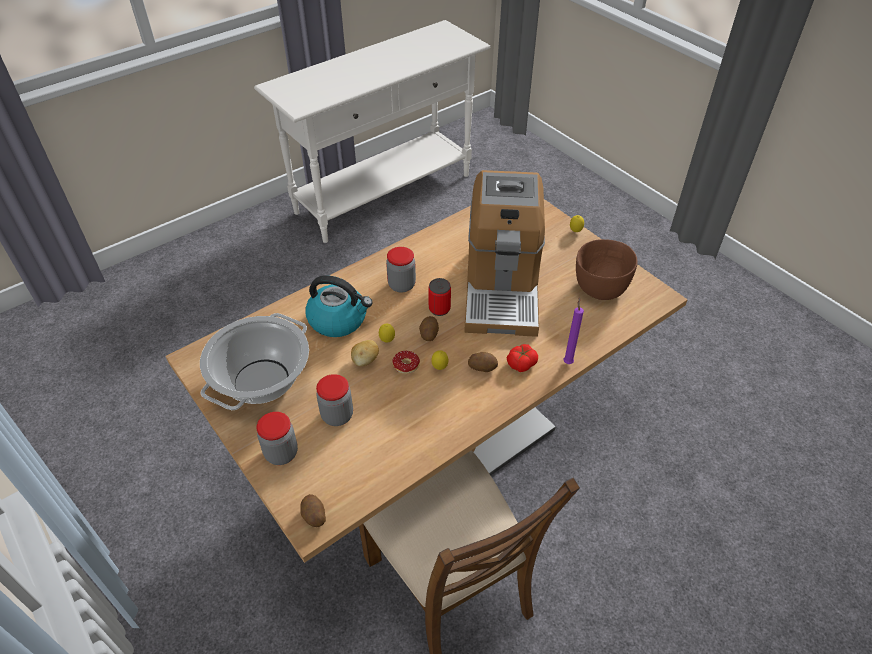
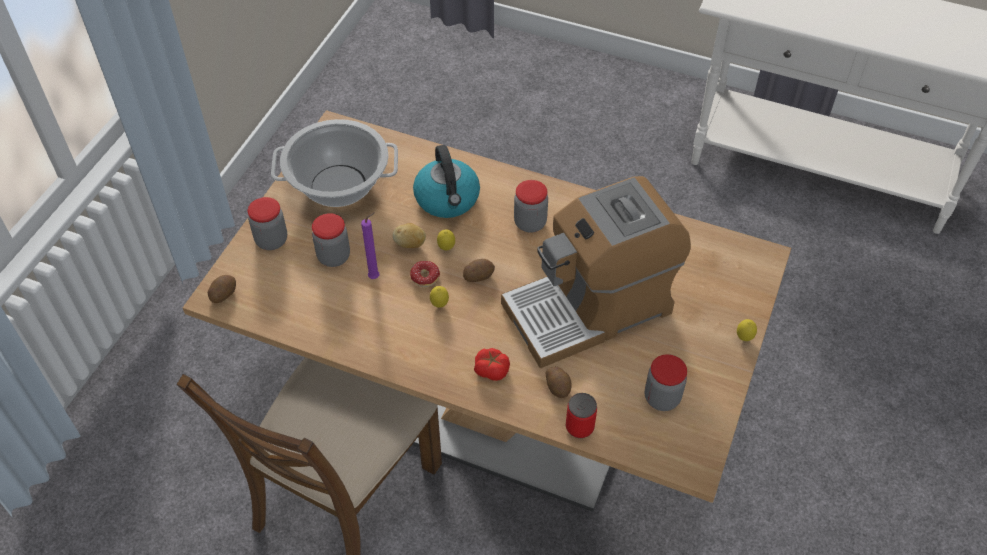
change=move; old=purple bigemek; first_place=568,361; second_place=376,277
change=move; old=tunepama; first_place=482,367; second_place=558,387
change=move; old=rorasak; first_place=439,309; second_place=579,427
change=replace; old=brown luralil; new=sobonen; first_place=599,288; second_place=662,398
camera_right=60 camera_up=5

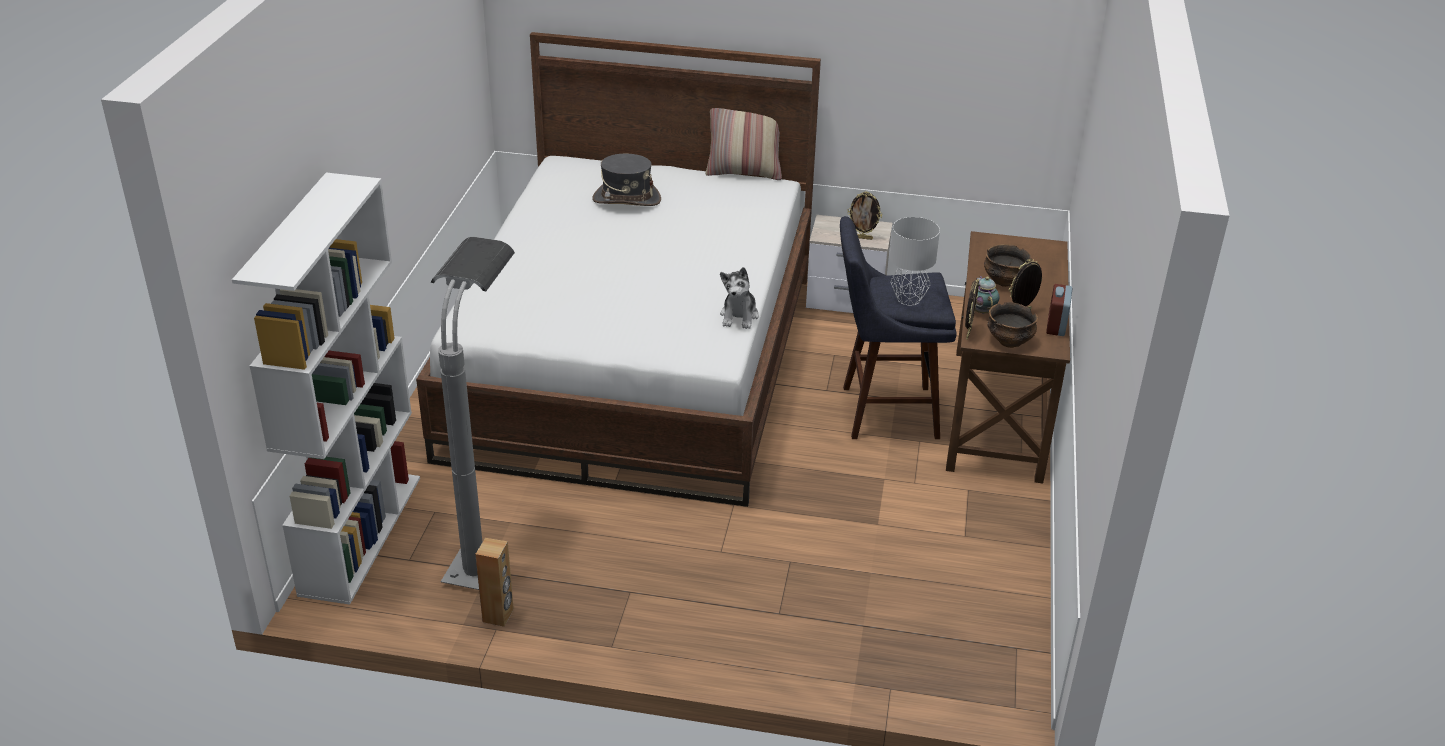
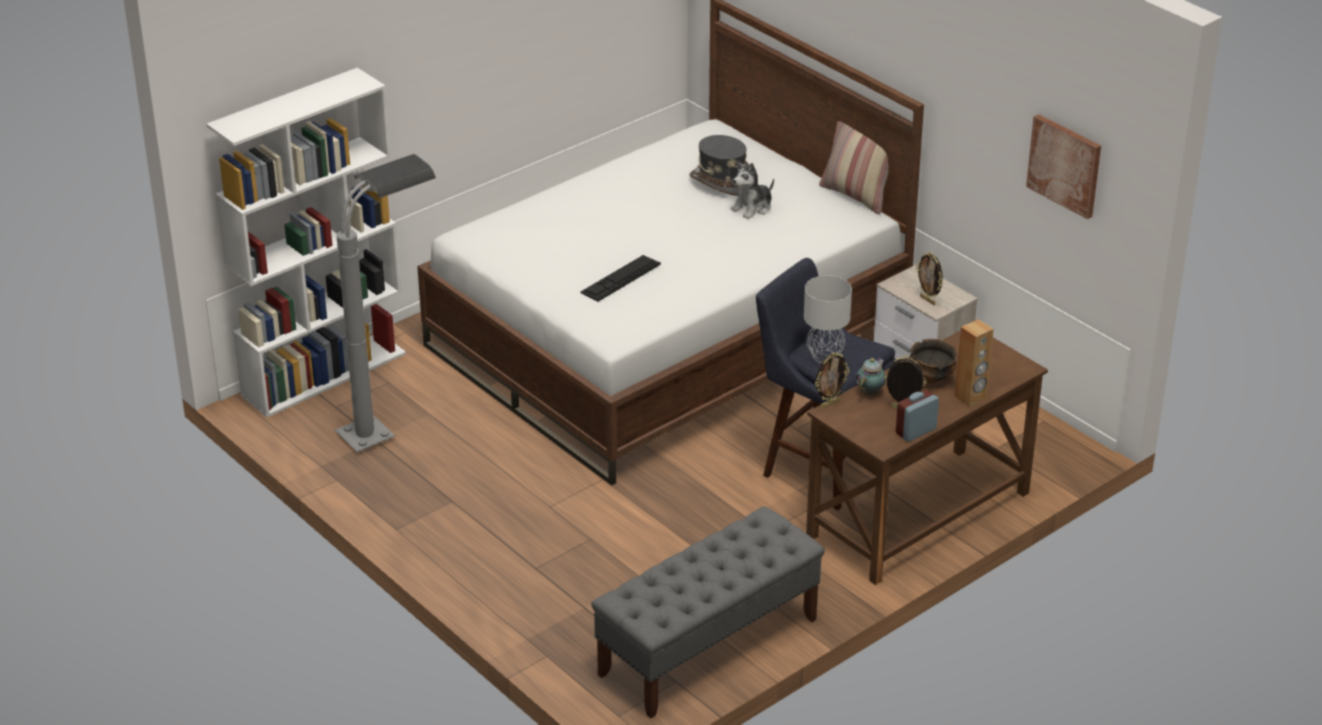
change=insert; new=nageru; second_place=620,278
change=insert; new=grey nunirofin; second_place=708,647
change=move; old=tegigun; first_place=739,316; second_place=753,208
change=move; old=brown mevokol; first_place=498,615; second_place=971,397
change=insert; new=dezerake; second_place=1065,165
change=delete; old=luralil; first_place=1009,341
camera_right=40 camera_up=0

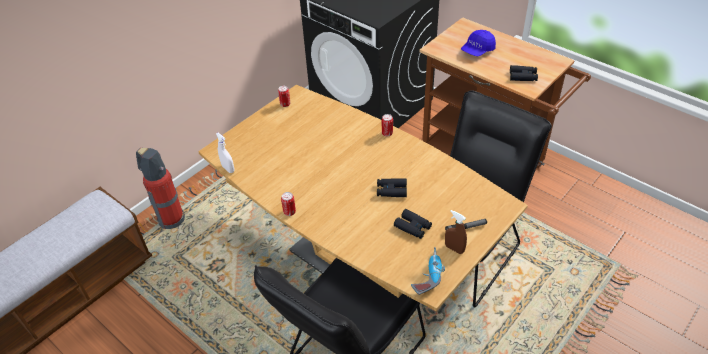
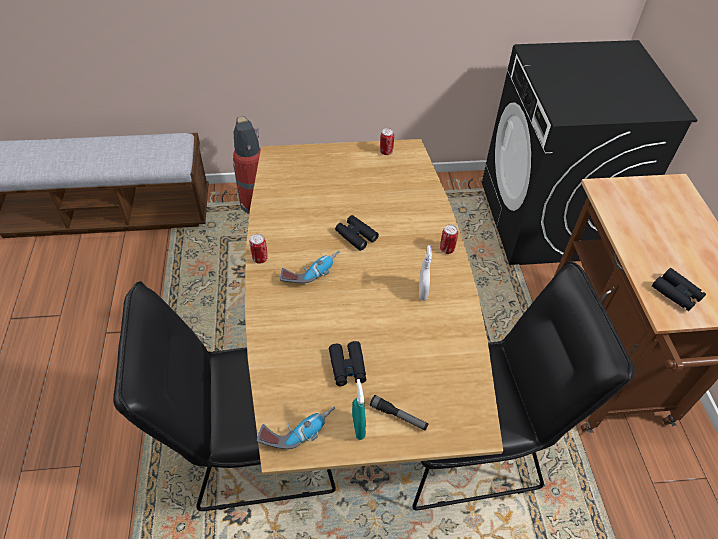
change=insert; new=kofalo; second_place=311,271
change=move; old=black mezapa; first_place=391,190; second_place=356,236
change=recolor; old=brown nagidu; new=turquoise nagidu; first_place=454,249; second_place=358,427
change=move; old=white nagidu; first_place=228,169; second_place=422,292
change=delete; old=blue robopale; first_place=477,50
camera_right=40 camera_up=5

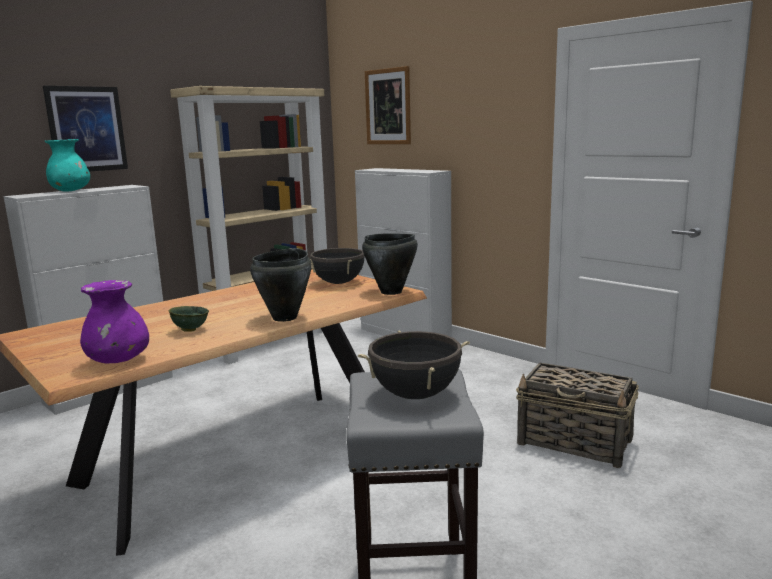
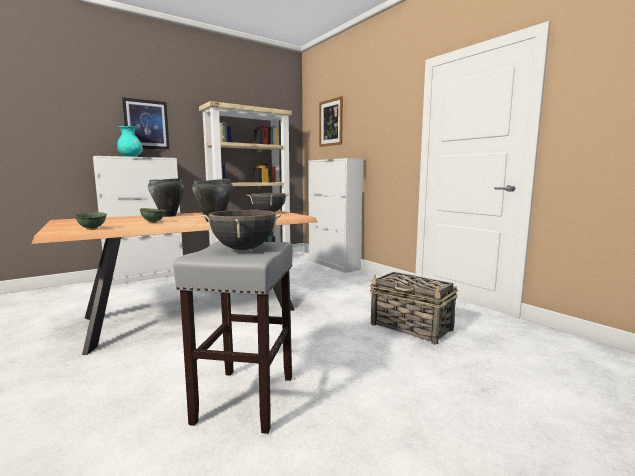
change=replace; old=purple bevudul; new=green luralil; first_place=119,361; second_place=92,229
change=move; old=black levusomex; first_place=391,292; second_place=168,216
camera_right=10 camera_up=-5

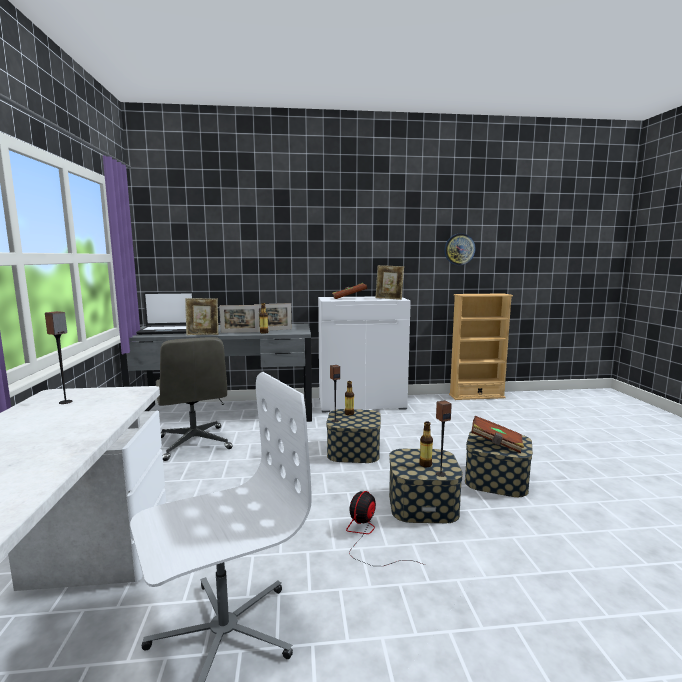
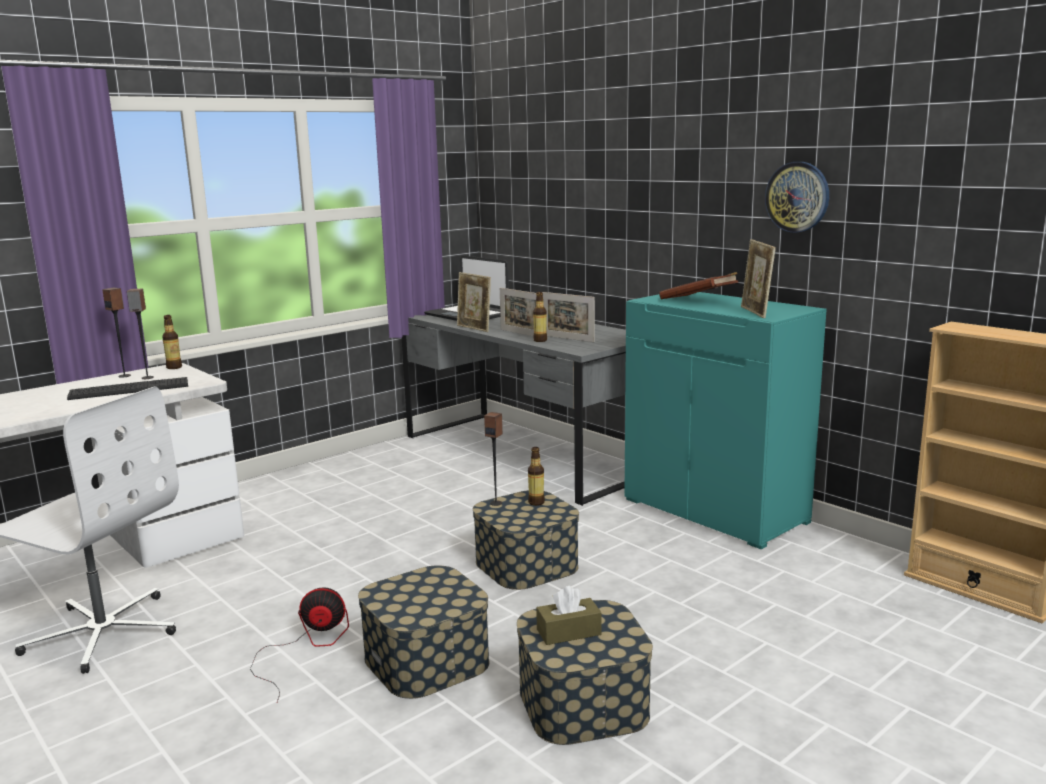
change=insert; new=nageru; second_place=128,389
change=move; old=mevokol; first_place=440,474; second_place=125,376
change=move; old=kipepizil; first_place=425,464; second_place=174,367
change=replace; old=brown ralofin; new=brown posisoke; first_place=496,444; second_place=568,632
change=recolor; old=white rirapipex; new=turquoise rirapipex; first_place=362,403; second_place=716,510
change=move; old=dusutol; first_place=459,249; second_place=797,197
change=delete; old=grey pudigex; first_place=194,443
camera_right=55 camera_up=5

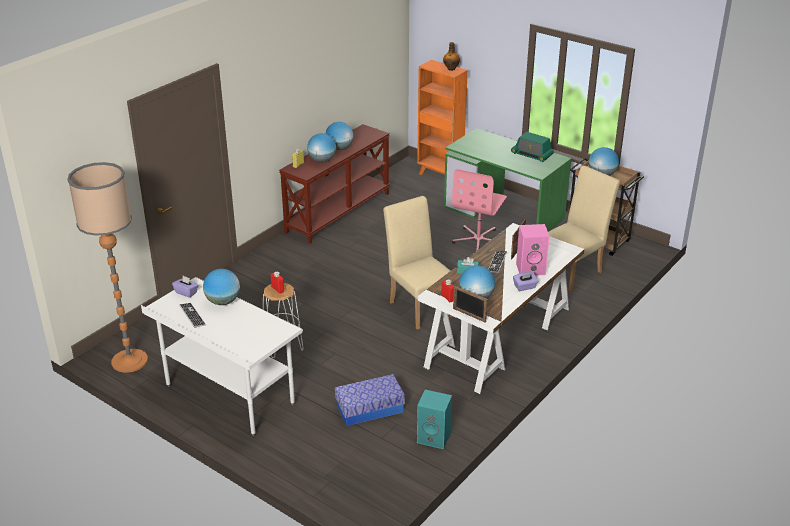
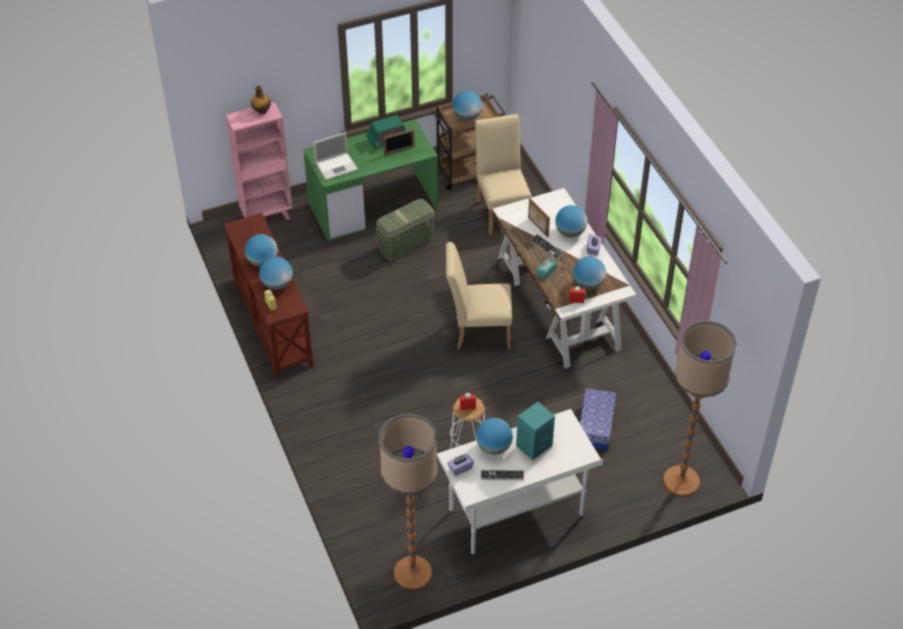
change=recolor; old=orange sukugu; new=pink sukugu; first_place=440,175; second_place=267,216
change=insert; new=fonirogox; second_place=337,166
change=replace; old=pink pudigex; new=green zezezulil; first_place=478,240; second_place=406,245
change=move; old=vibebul; first_place=469,315; second_place=399,150
change=move; old=turquoise mevokol; first_place=434,437; second_place=534,444
change=replace; old=pink mevokol; new=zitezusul; first_place=531,268; second_place=570,232
change=insert; new=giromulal; second_place=681,481
camera_right=-60 camera_up=15

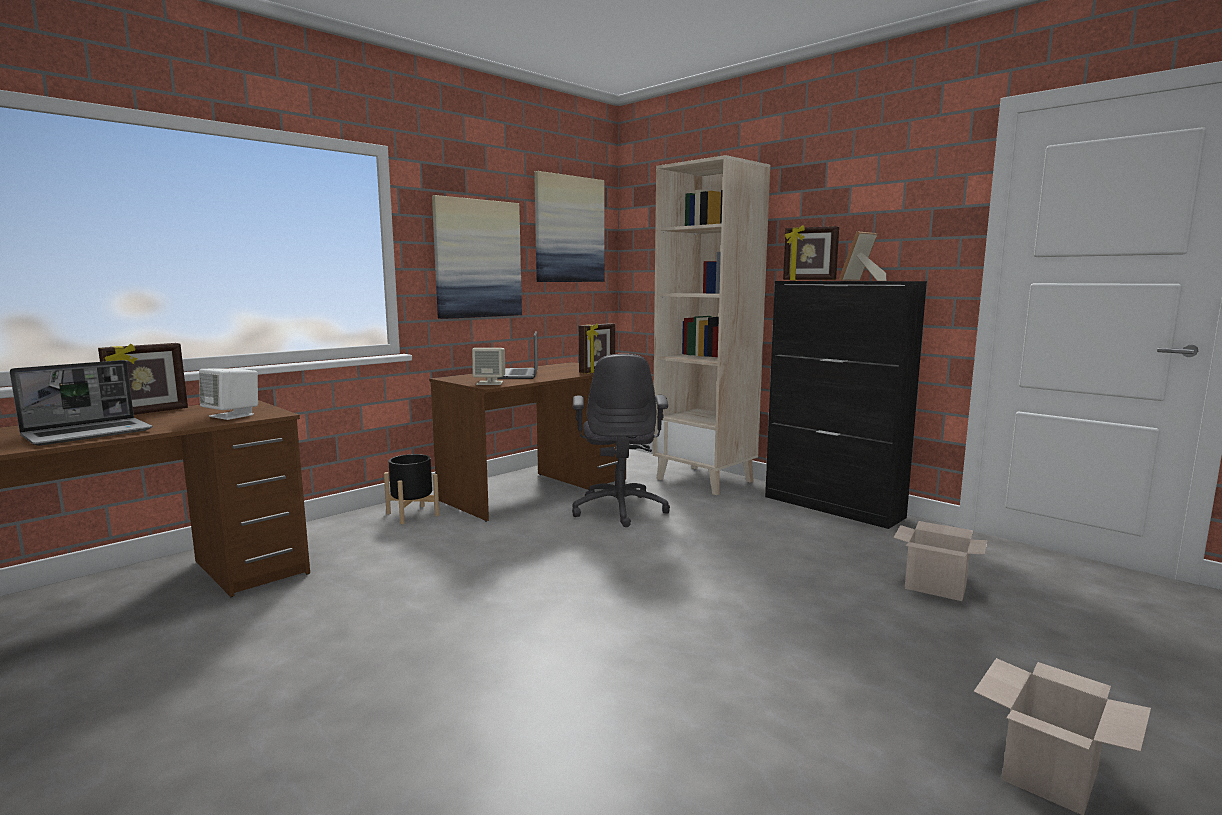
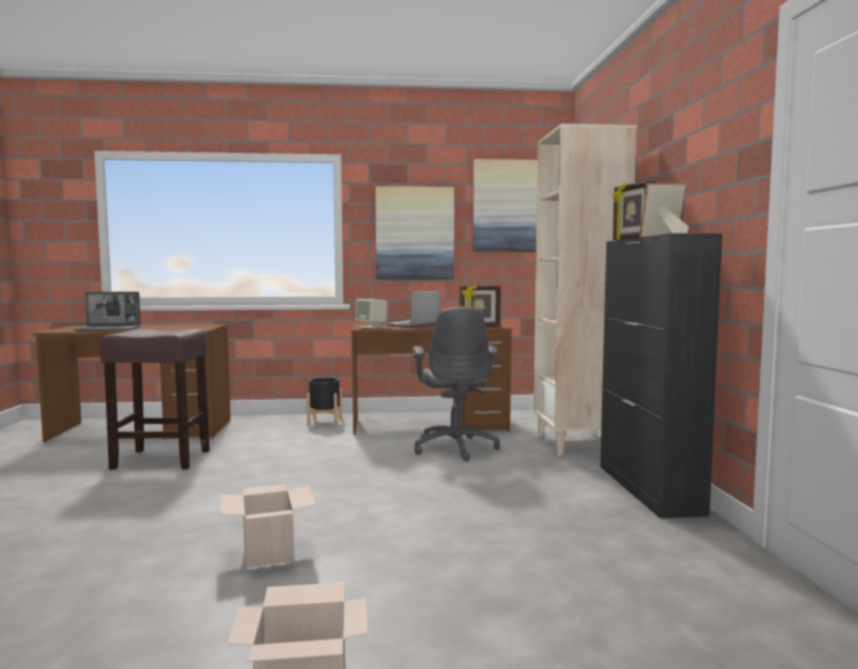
change=insert; new=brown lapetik; second_place=159,459
change=move; old=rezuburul; first_place=937,586; second_place=269,553
change=rotate; old=grey pudigex; first_place=620,509; second_place=455,447; degrees=-45
change=delete; old=vibebul; first_place=149,413
change=delete; old=white mevokol; first_place=232,415
camera_right=40 camera_up=-5

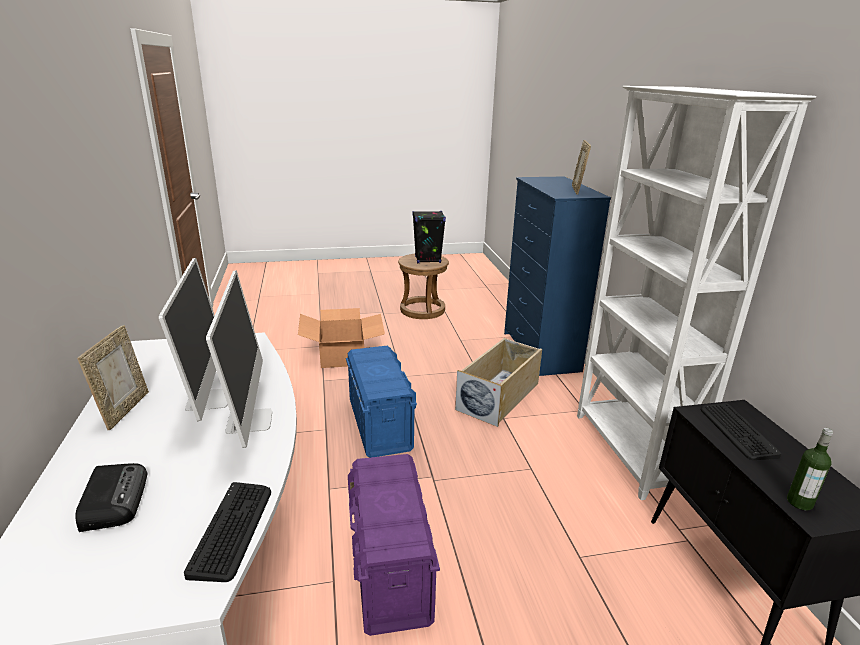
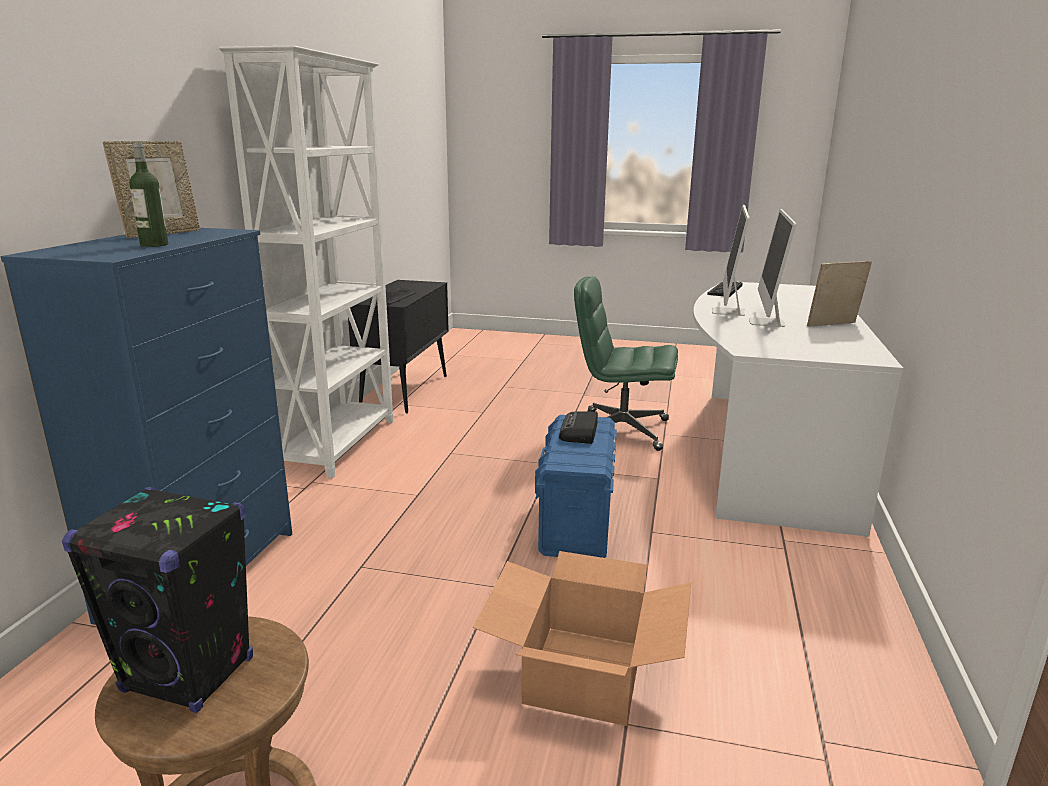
change=move; old=kipepizil; first_place=799,502; second_place=154,245
change=move; old=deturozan; first_place=114,499; second_place=579,432
change=replace; old=purple zezezulil; new=green pudigex; first_place=390,570; second_place=621,430
change=rotate; old=vibebul; first_place=124,410; second_place=833,325; degrees=45
change=delete; old=beige zezezulil; first_place=499,396
camera_right=-155 camera_up=-5

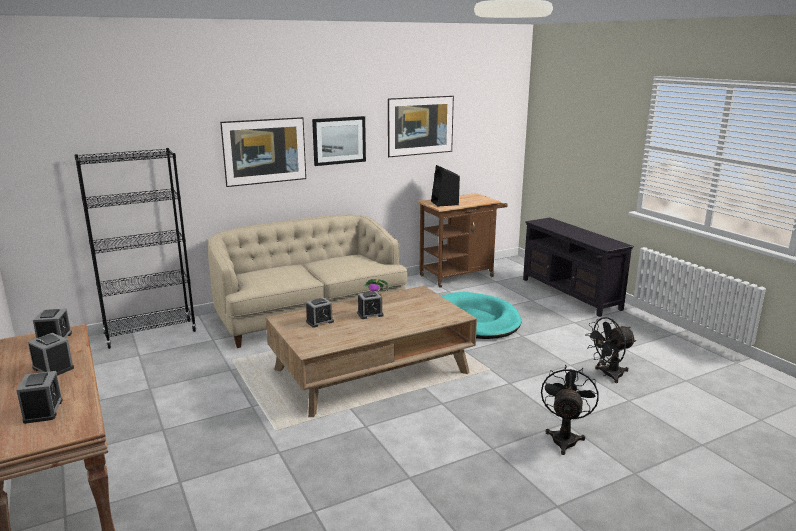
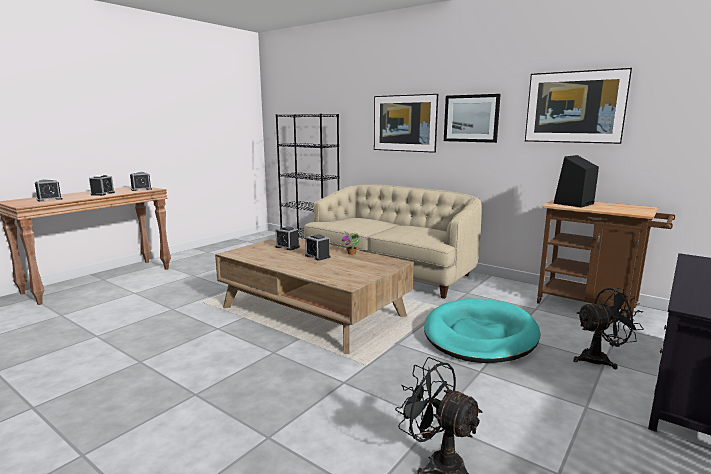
change=move; old=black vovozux; first_place=564,437; second_place=600,359
camera_right=65 camera_up=-5

